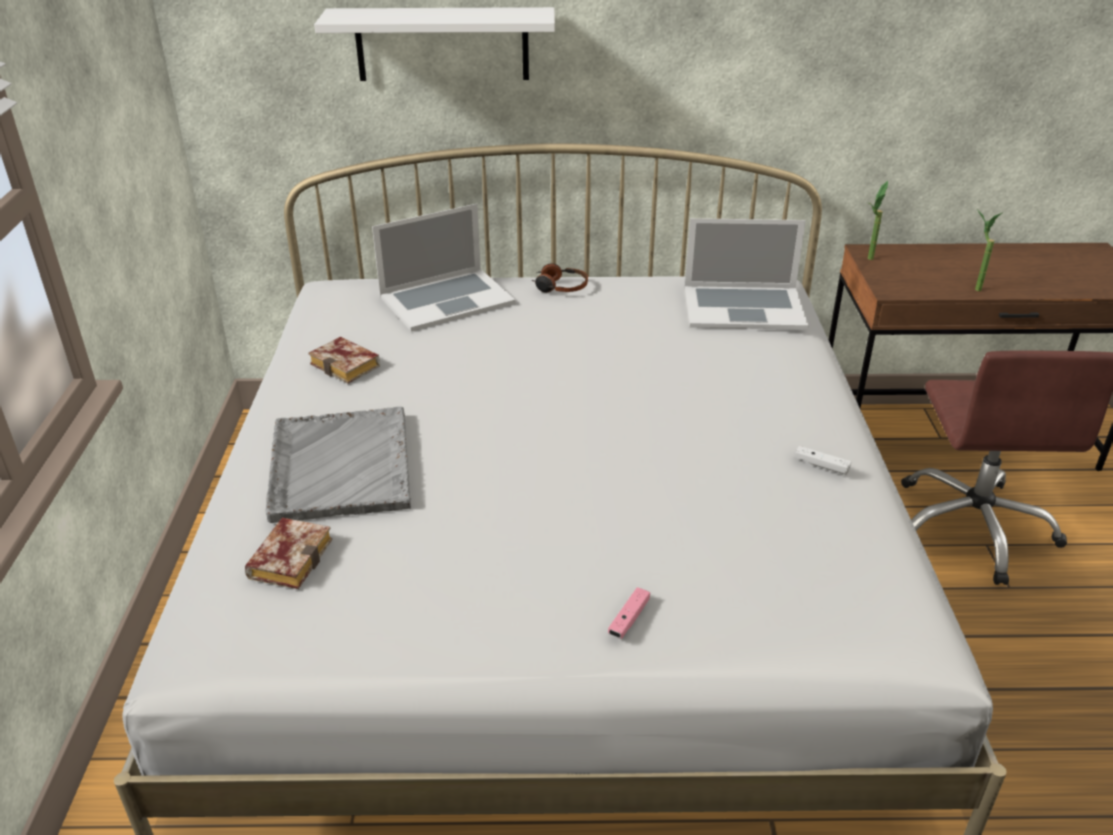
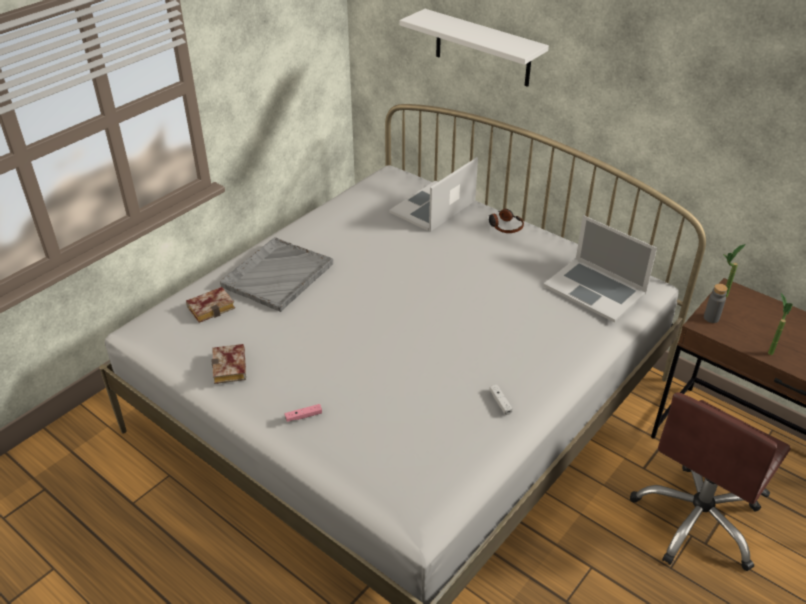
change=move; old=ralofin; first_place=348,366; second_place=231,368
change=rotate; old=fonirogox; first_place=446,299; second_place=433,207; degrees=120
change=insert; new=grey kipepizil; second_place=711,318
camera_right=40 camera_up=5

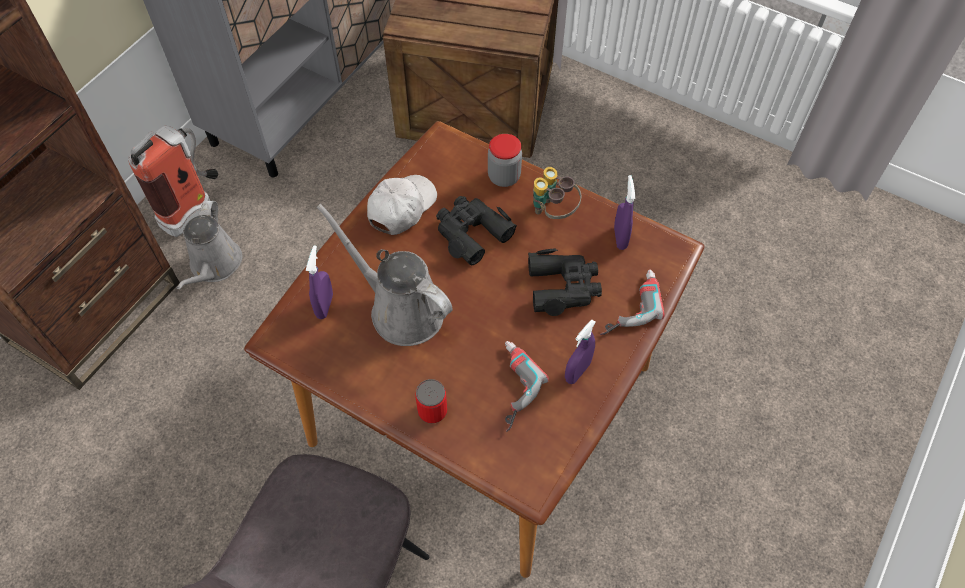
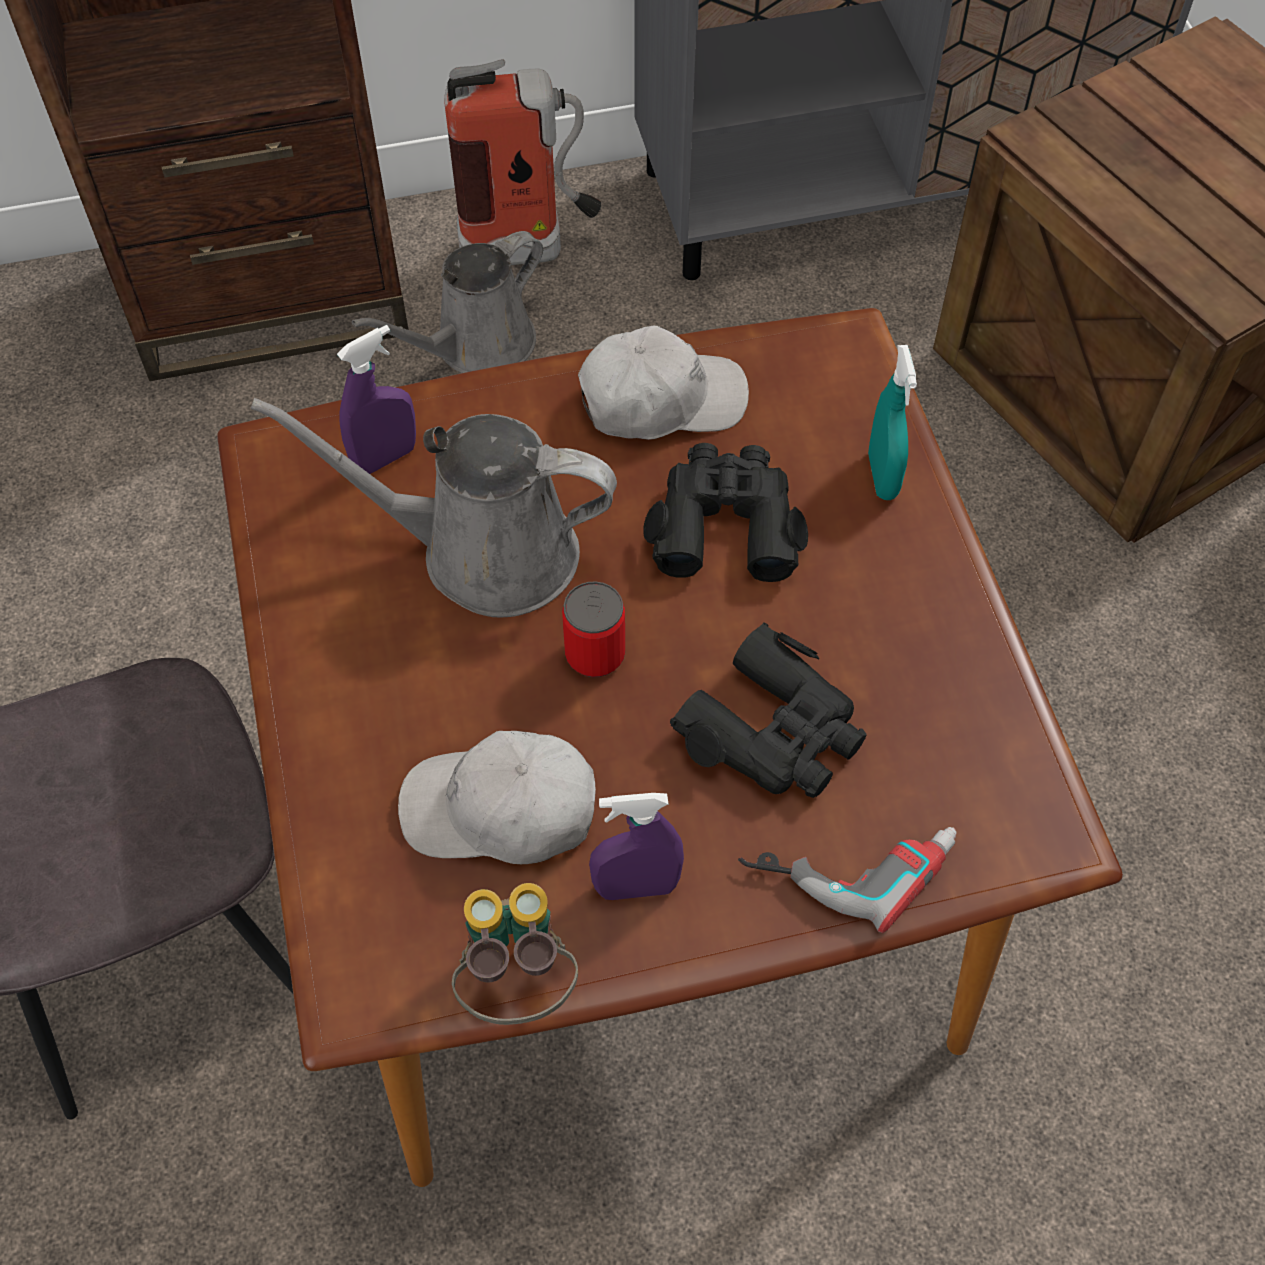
change=rotate; old=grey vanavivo; first_place=400,309; second_place=483,552; degrees=-75
change=replace; old=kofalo; new=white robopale; first_place=508,387; second_place=502,810
change=move; old=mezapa; first_place=553,212; second_place=516,980
change=move; old=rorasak; first_place=432,411; second_place=595,654
change=replace; old=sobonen; new=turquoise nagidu; first_place=504,177; second_place=882,476
change=delete; old=purple nagidu; first_place=620,238
camera_right=45 camera_up=0

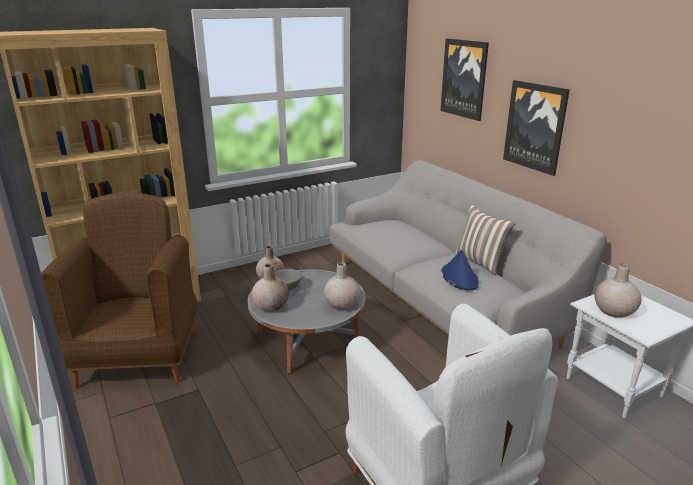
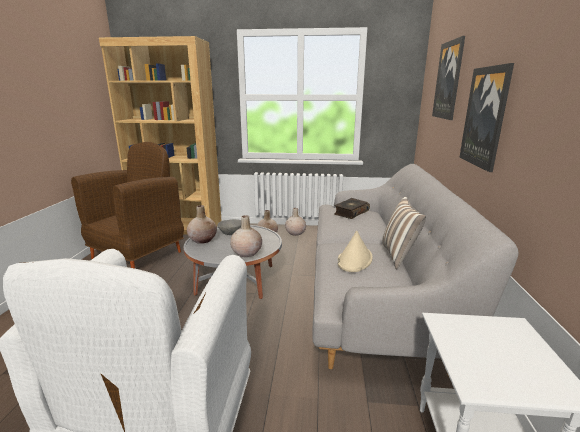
change=move; old=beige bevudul; first_place=613,311; second_place=295,233
change=insert; new=ralofin; second_place=351,213
change=recolor; old=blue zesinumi; new=beige zesinumi; first_place=459,278; second_place=354,260
camera_right=35 camera_up=-5

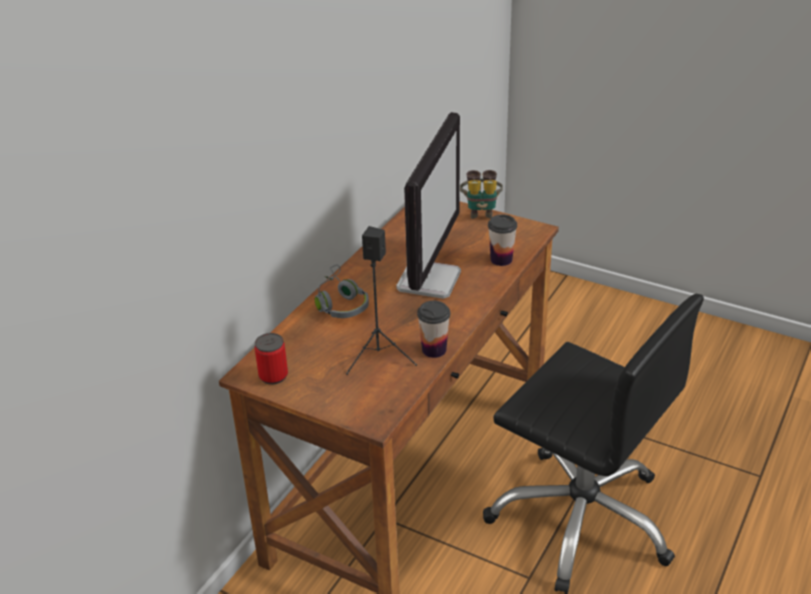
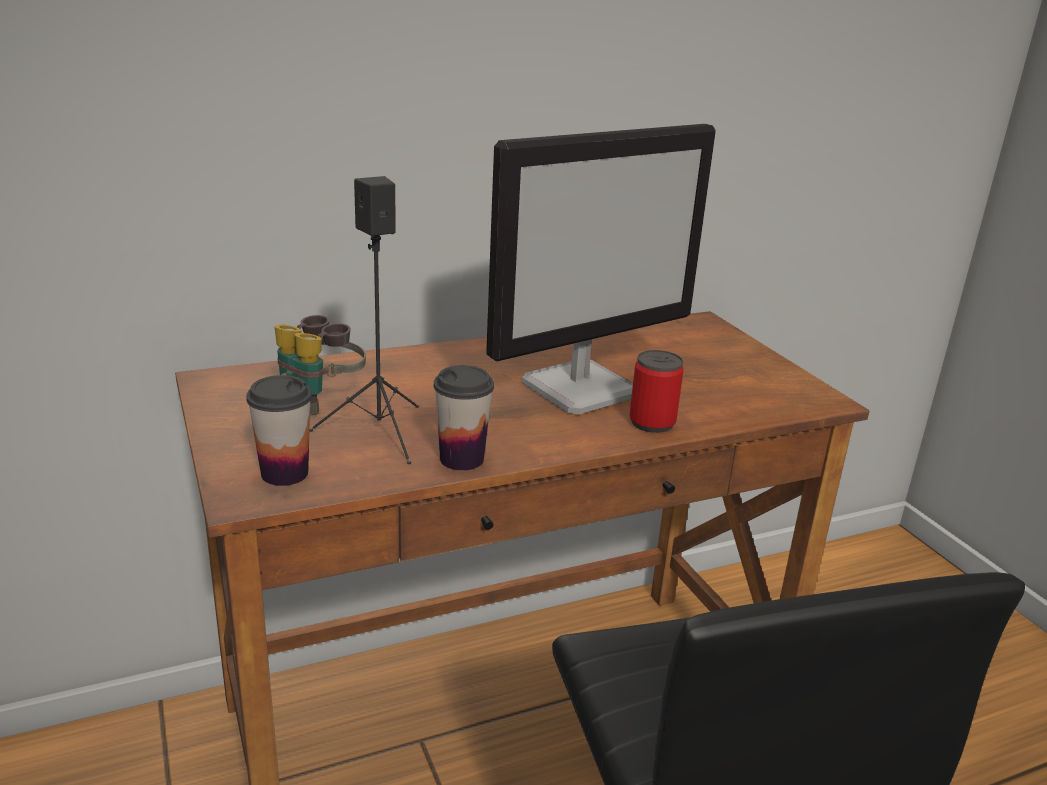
change=move; old=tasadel; first_place=501,259; second_place=284,473
change=move; old=mezapa; first_place=481,211; second_place=320,400
change=move; old=rorasak; first_place=273,376; second_place=652,422
change=delete; old=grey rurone; first_place=340,303
camera_right=35 camera_up=-10

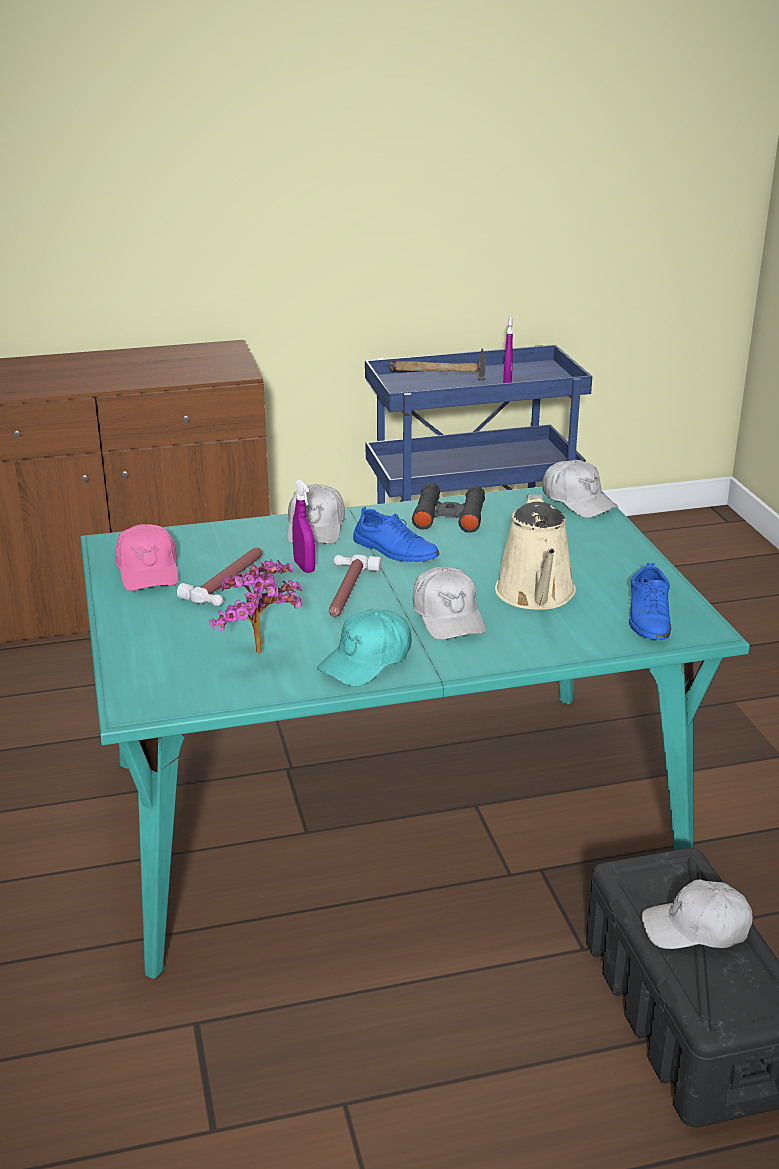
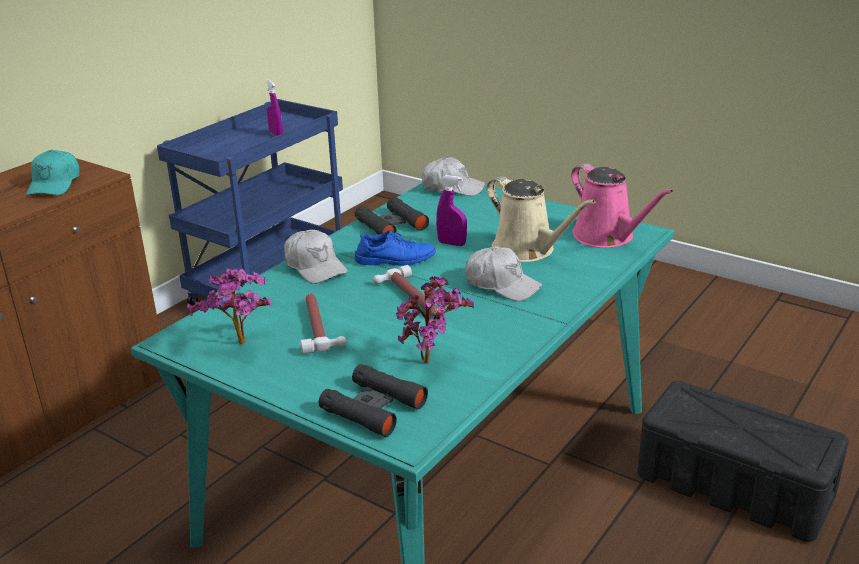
change=move; old=turquoise robopale; first_place=367,661; second_place=55,184
change=replace; old=pink robopale; new=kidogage; first_place=148,570; second_place=241,346
change=insert; new=black mezapa; second_place=373,408
change=move; old=purple nagidu; first_place=304,567; second_place=451,243
change=replace; old=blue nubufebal; new=pink vanavivo; first_place=649,617; second_place=607,237
change=delete; old=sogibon; first_place=440,378
change=delete; old=white robopale; first_place=696,929
camera_right=-40 camera_up=0

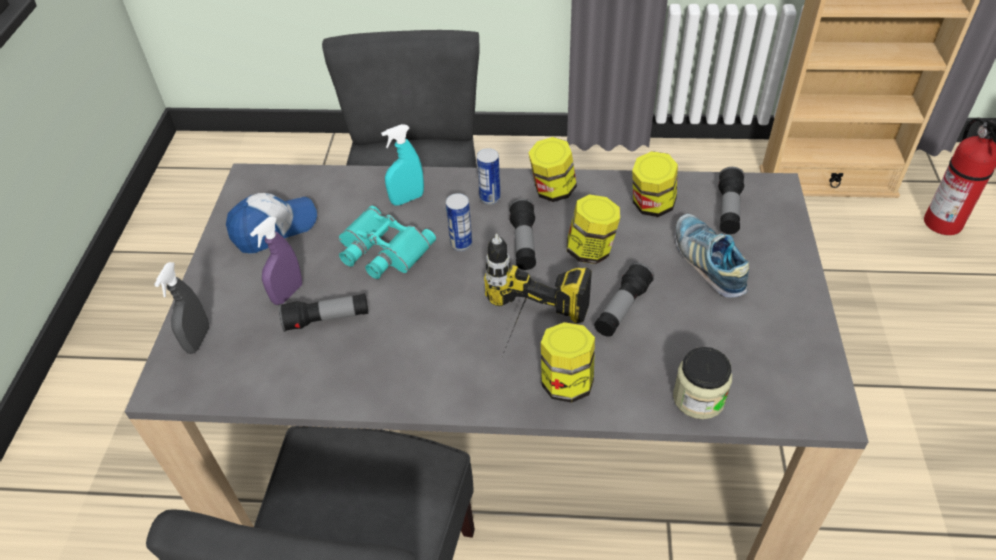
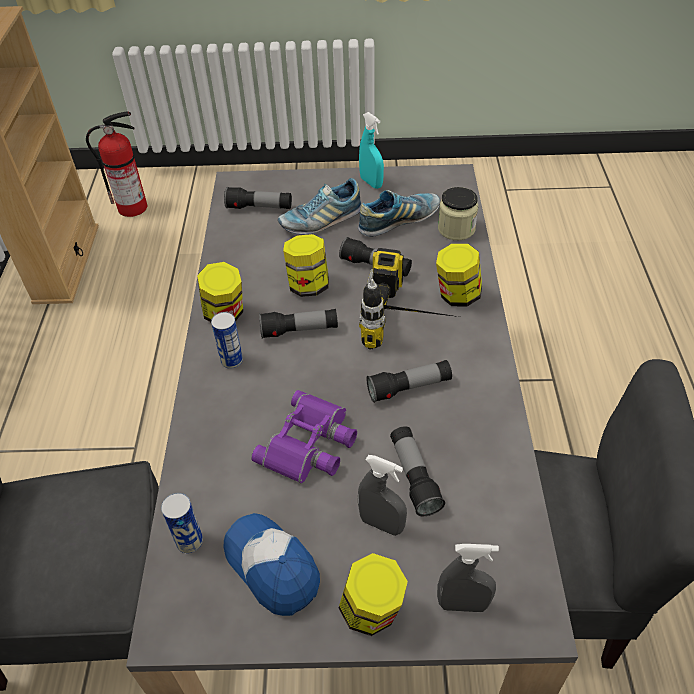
change=move; old=rorasak; first_place=461,244; second_place=189,541
change=recolor; old=turquoise mezapa; new=purple mezapa; first_place=381,250; second_place=310,444
change=move; old=sobonen; first_place=651,205; second_place=372,611
change=insert; new=nubufebal; second_place=398,221
change=recolor; old=purple nagidu; new=grey nagidu; first_place=287,293; second_place=381,524
change=move; old=turquoise nagidu; first_place=407,199; second_place=371,182
change=insert; new=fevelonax; second_place=409,388
camera_right=-95 camera_up=0

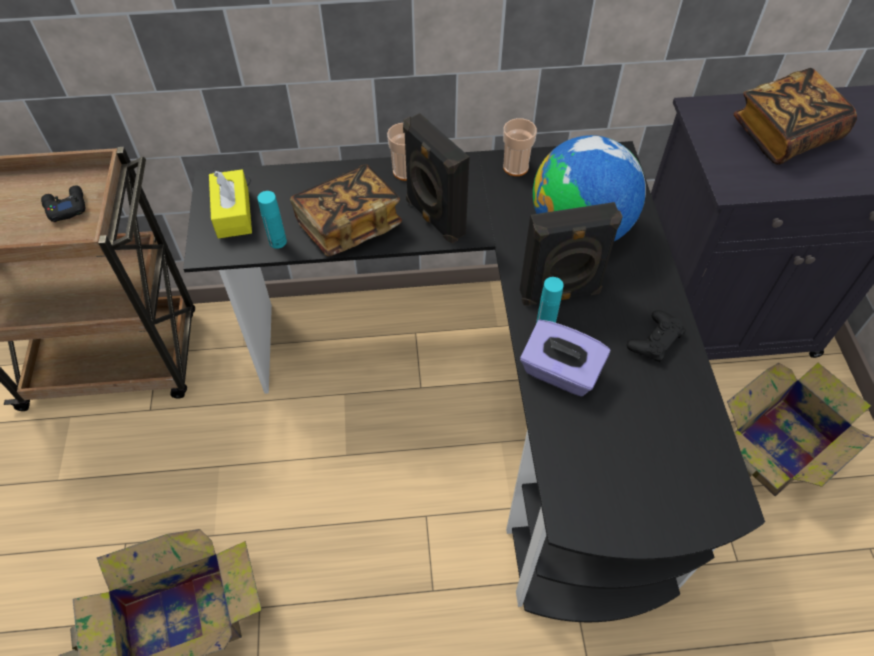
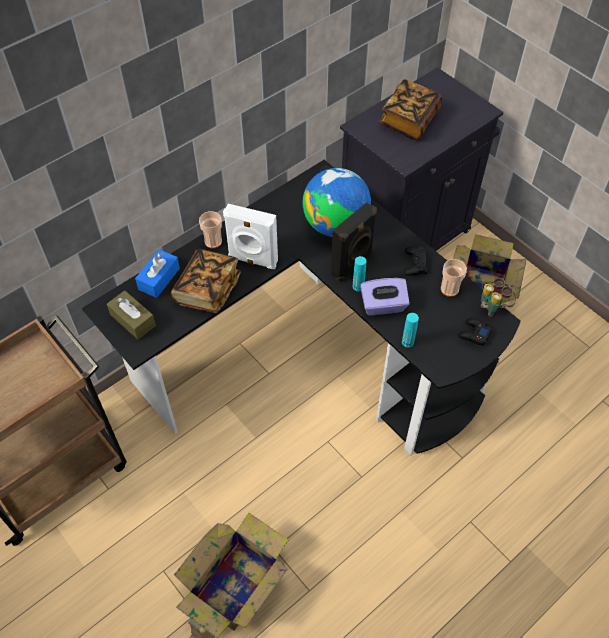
change=recolor; old=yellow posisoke; new=brown posisoke; first_place=233,213; second_place=133,320
change=insert; new=blue posisoke; second_place=159,279
change=recolor; old=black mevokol; new=white mevokol; first_place=433,218; second_place=252,260
change=move; old=turquoise kipepizil; first_place=277,241; second_place=407,342
change=move; old=tasadel; first_place=515,167; second_place=449,289
change=move; old=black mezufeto; first_place=66,207; second_place=474,334
change=insert; new=mezapa; second_place=493,307
camera_right=-35 camera_up=0

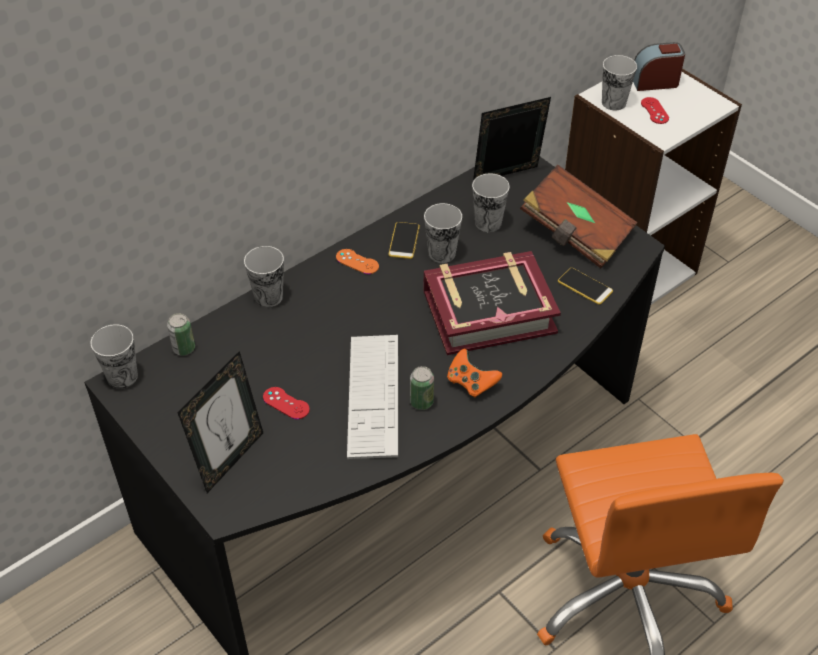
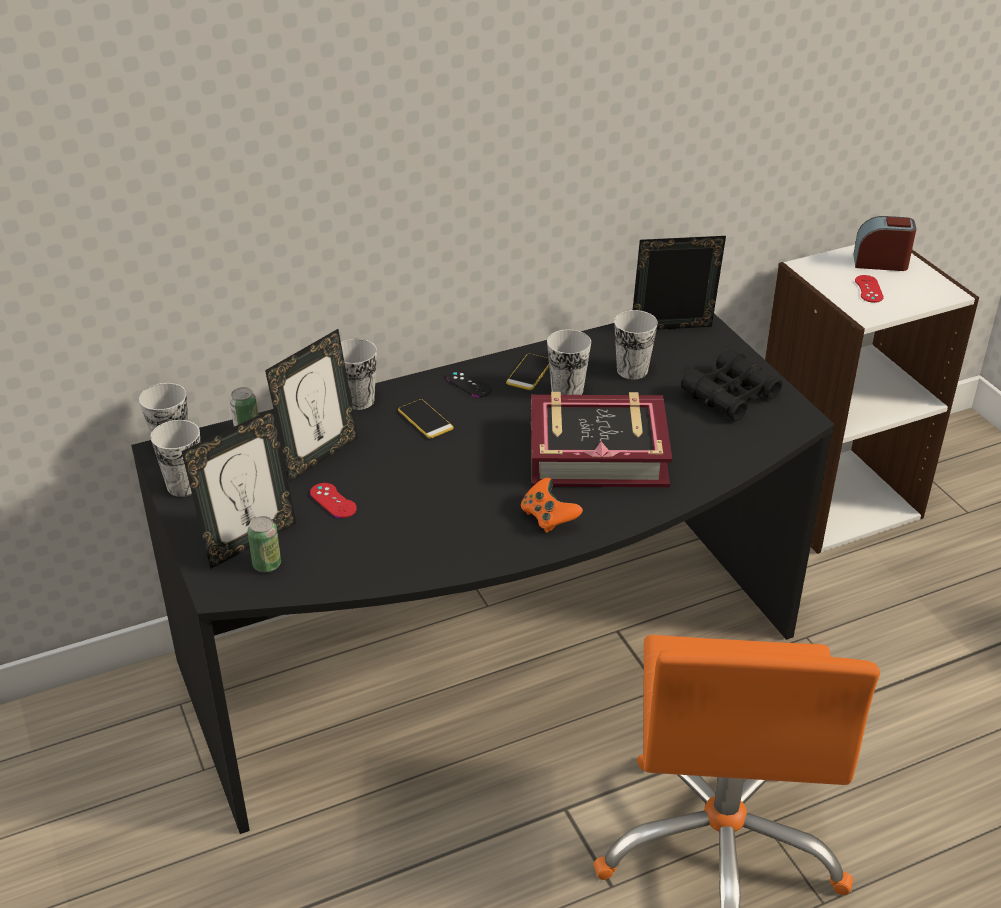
change=move; old=tasadel; first_place=613,103; second_place=184,485
change=move; old=rorasak; first_place=421,402; second_place=267,564
change=insert; new=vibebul; second_place=319,456
change=move; old=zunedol; first_place=585,286; second_place=425,419
change=recolor; old=orange mezufeto; new=black mezufeto; first_place=357,262; second_place=469,384
change=replace; old=brown ralofin; new=black mezapa; first_place=575,233; second_place=731,395
change=delete; old=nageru; first_place=373,396
camera_right=15 camera_up=-10

